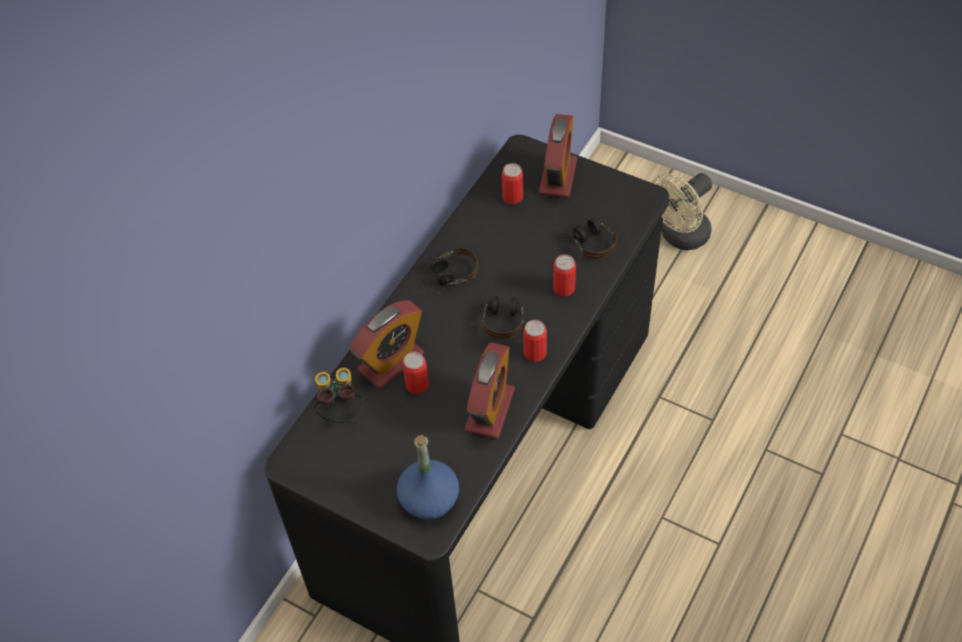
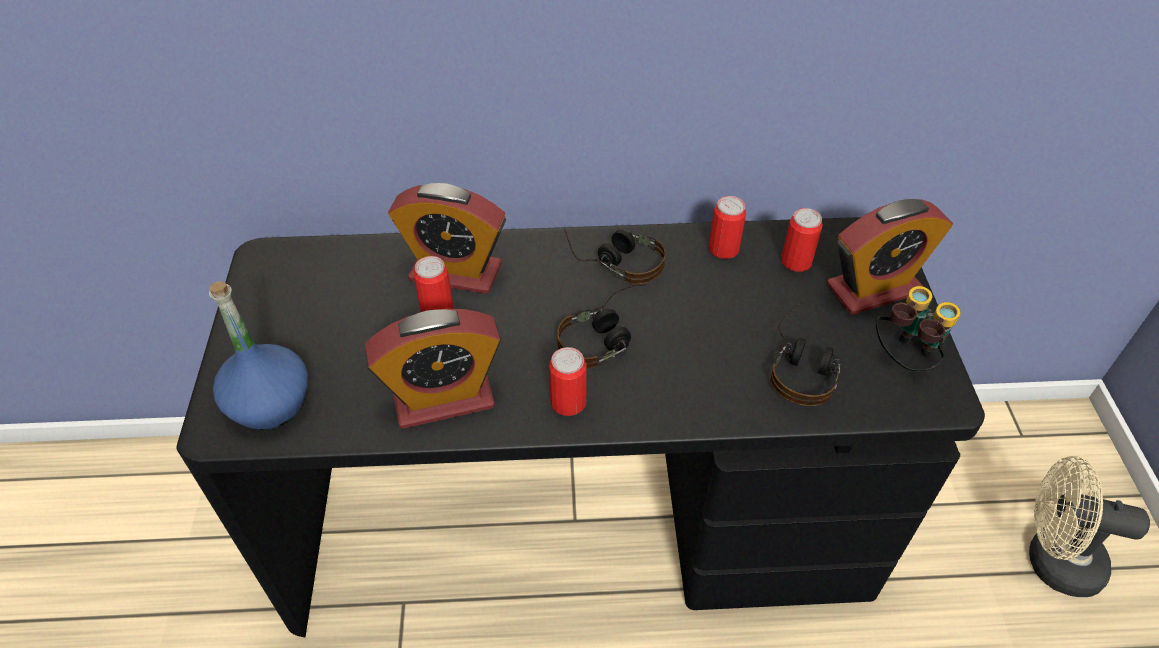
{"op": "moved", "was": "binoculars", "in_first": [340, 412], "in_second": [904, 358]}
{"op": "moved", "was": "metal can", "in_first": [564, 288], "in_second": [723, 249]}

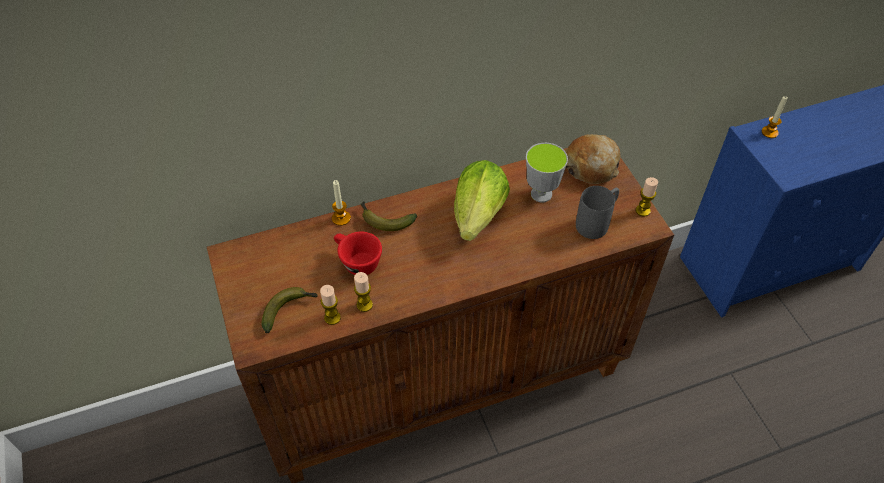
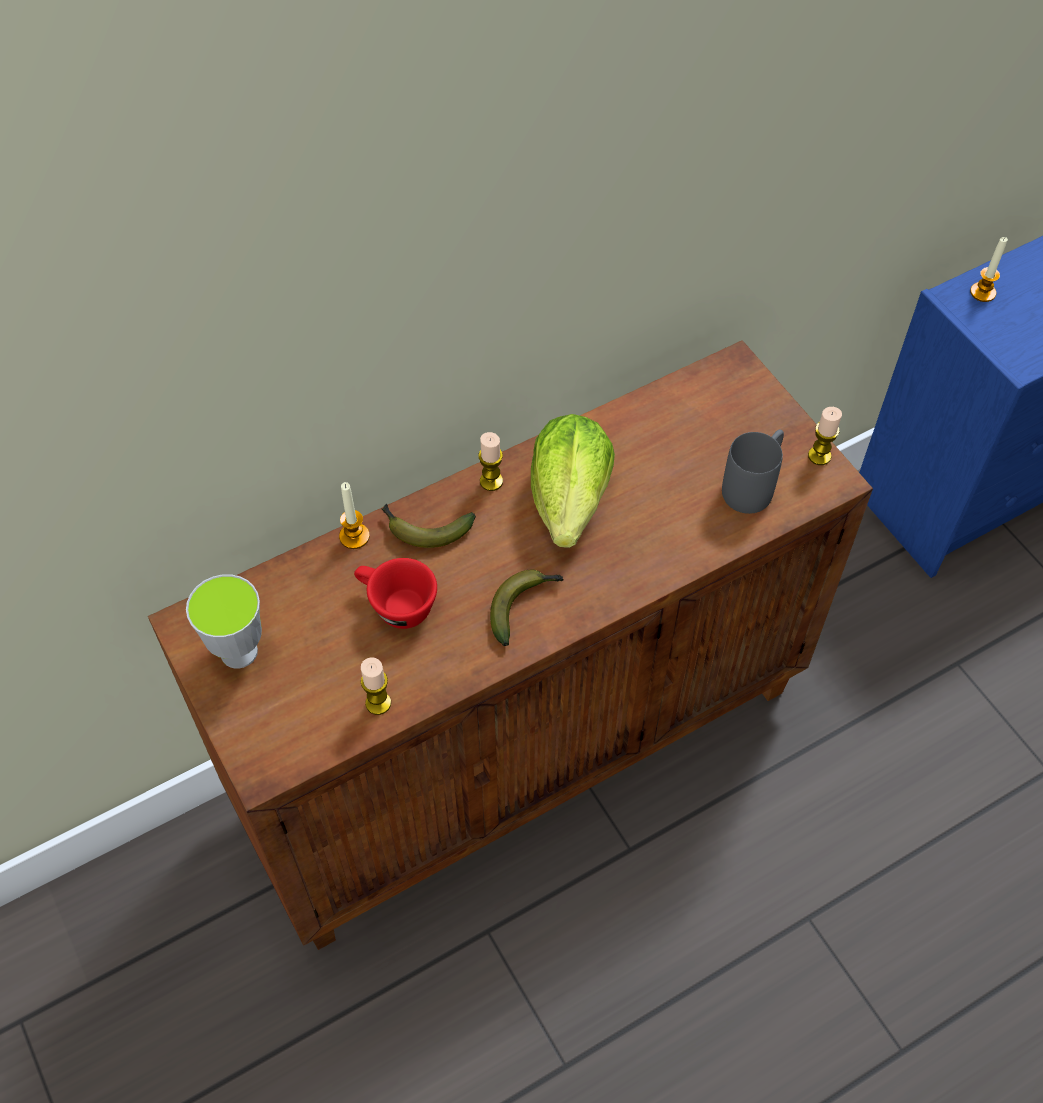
{"op": "removed", "was": "bread", "in_first": [591, 166]}
{"op": "moved", "was": "banana", "in_first": [289, 310], "in_second": [523, 606]}
{"op": "moved", "was": "candle", "in_first": [364, 305], "in_second": [491, 481]}
{"op": "moved", "was": "cup", "in_first": [541, 194], "in_second": [239, 652]}

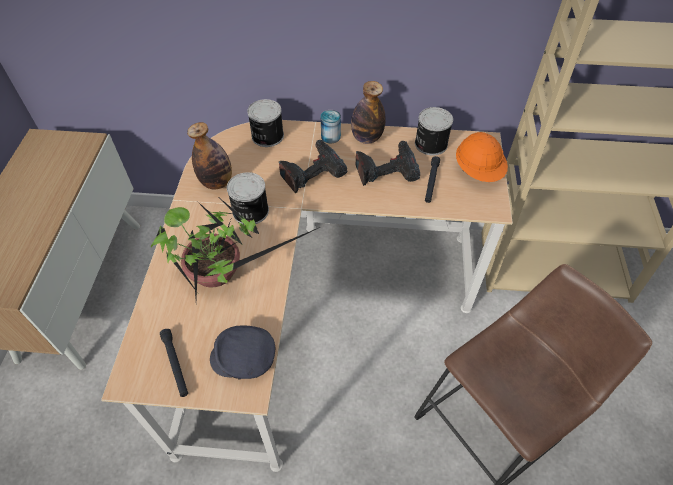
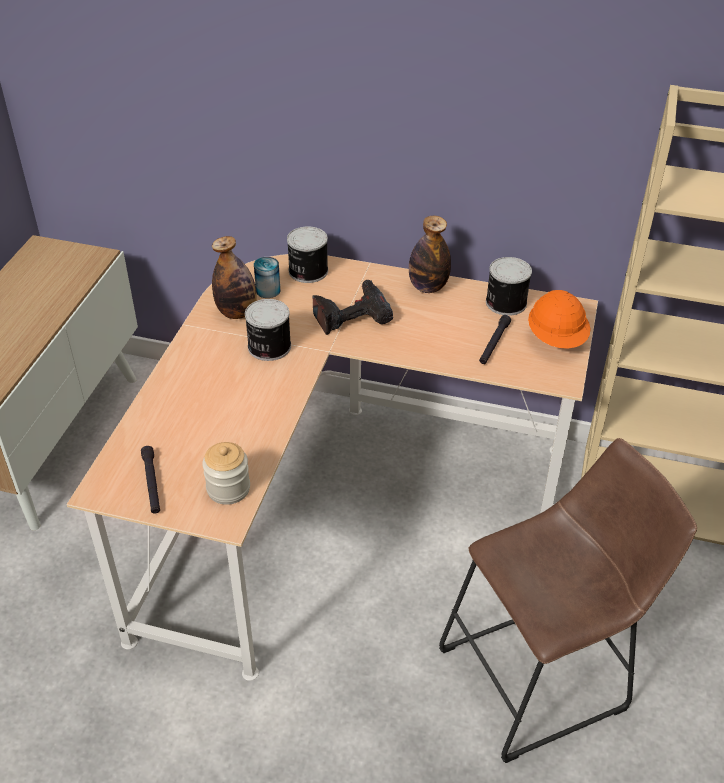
{"op": "removed", "was": "houseplant", "in_first": [220, 274]}
{"op": "removed", "was": "electric drill", "in_first": [386, 169]}
{"op": "moved", "was": "metal can", "in_first": [330, 136], "in_second": [268, 290]}
{"op": "replaced", "was": "peaked cap (greyish)", "now": "jar", "in_first": [244, 358], "in_second": [228, 489]}

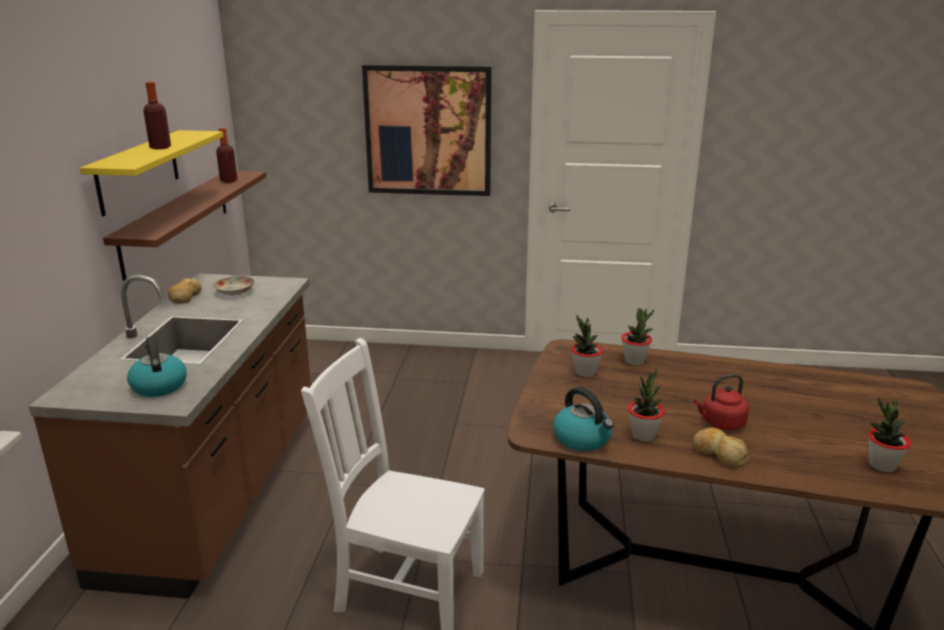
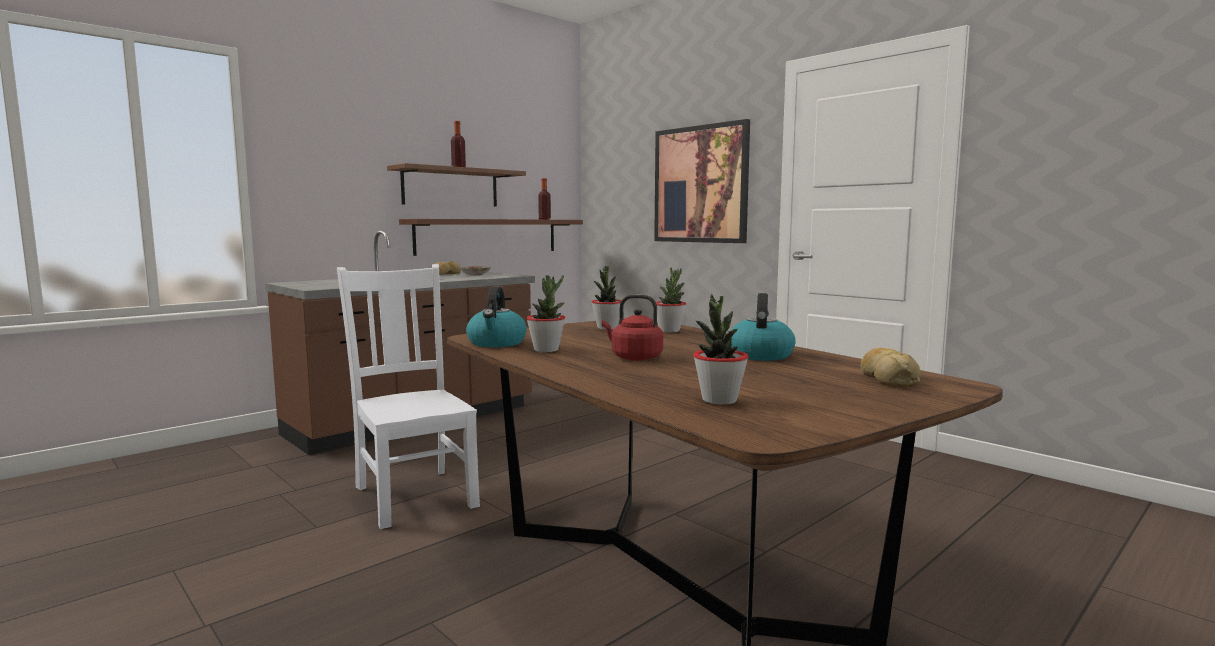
{"op": "moved", "was": "water kettle", "in_first": [158, 386], "in_second": [760, 355]}
{"op": "moved", "was": "bread", "in_first": [719, 454], "in_second": [888, 379]}
{"op": "recoloured", "was": "shelf (yellowish)", "now": "shelf (brownish)", "in_first": [138, 171], "in_second": [450, 187]}

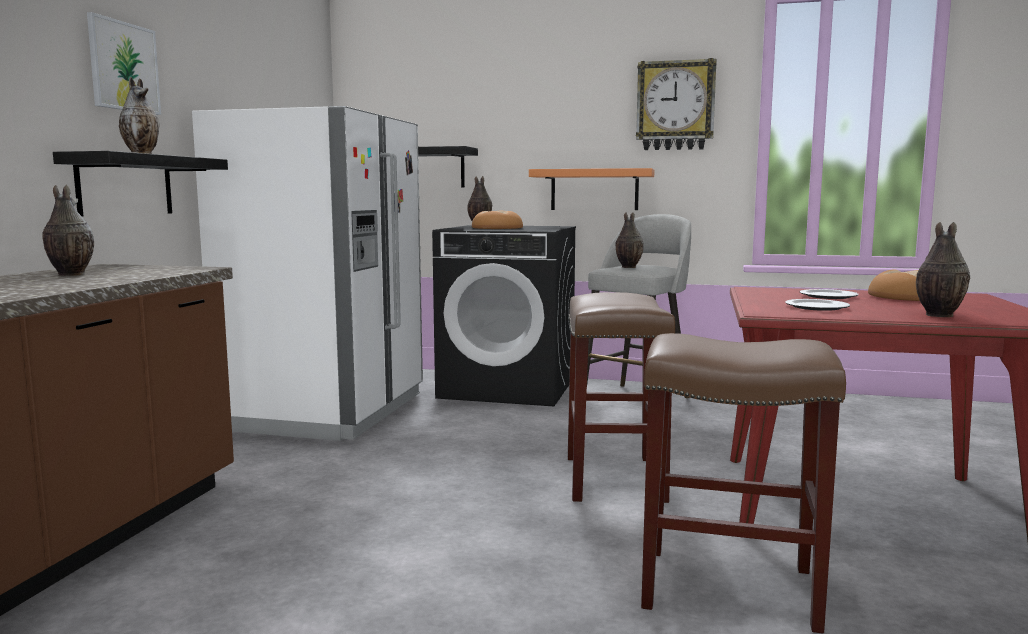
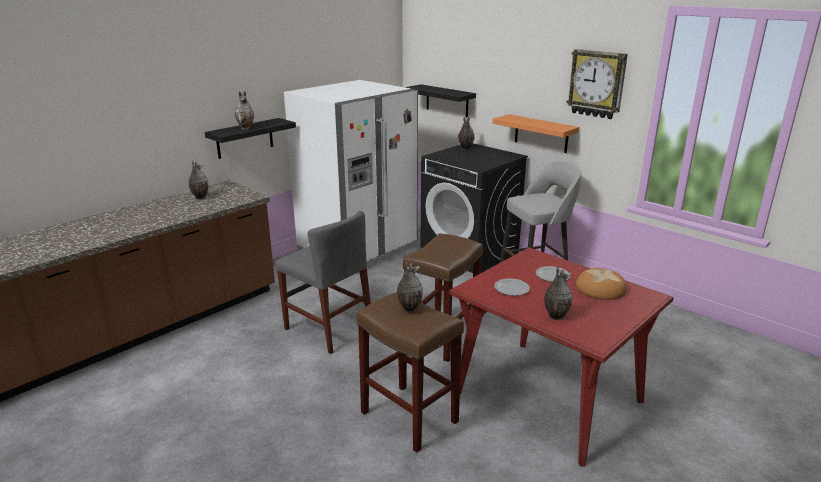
{"op": "removed", "was": "wall picture", "in_first": [123, 66]}
{"op": "removed", "was": "bread", "in_first": [497, 228]}
{"op": "added", "now": "chair (greyish)", "in_second": [328, 328]}
{"op": "moved", "was": "vase", "in_first": [627, 267], "in_second": [409, 309]}

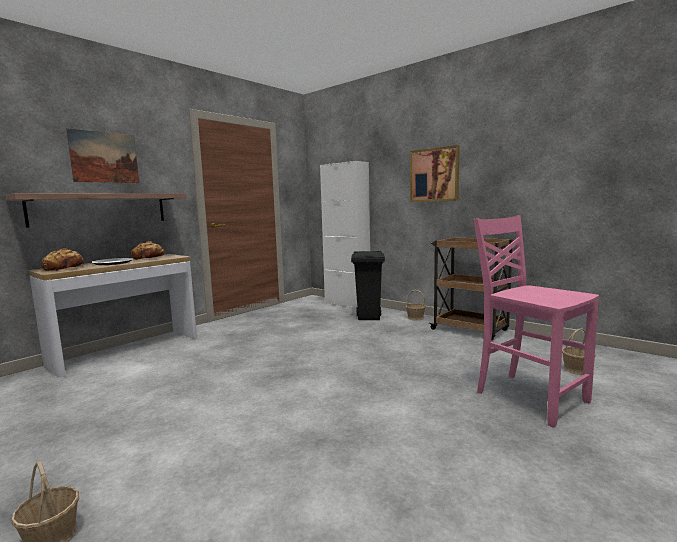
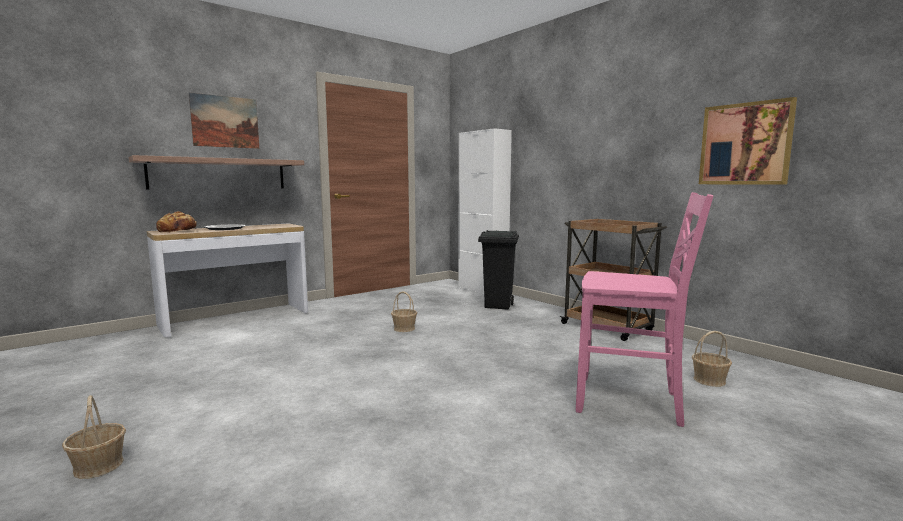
{"op": "removed", "was": "bread", "in_first": [149, 258]}
{"op": "moved", "was": "storage basket", "in_first": [415, 318], "in_second": [404, 328]}
{"op": "moved", "was": "wall picture", "in_first": [434, 175], "in_second": [745, 144]}
{"op": "turned", "was": "chair (pinkish)", "in_first": [529, 397], "in_second": [630, 402], "clockwise": 135}

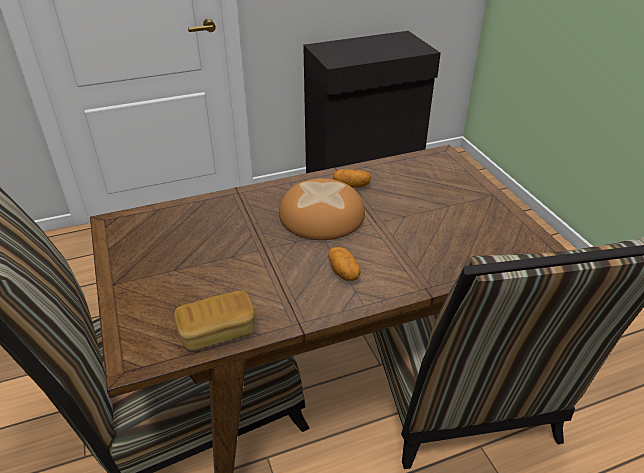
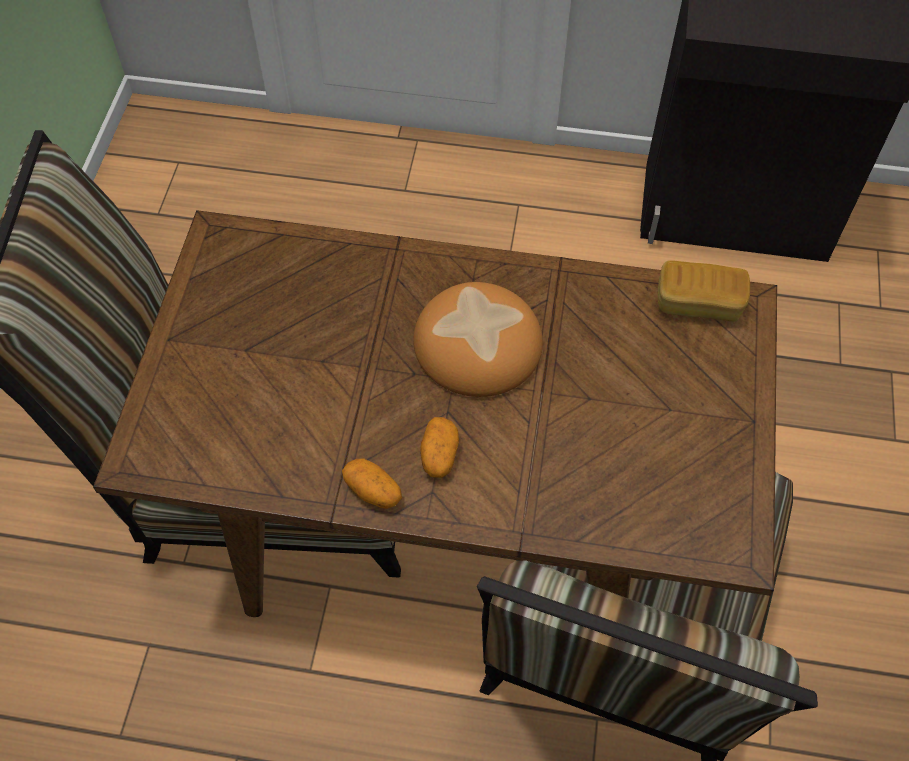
{"op": "moved", "was": "bread", "in_first": [218, 332], "in_second": [698, 303]}
{"op": "moved", "was": "potato", "in_first": [351, 185], "in_second": [373, 491]}

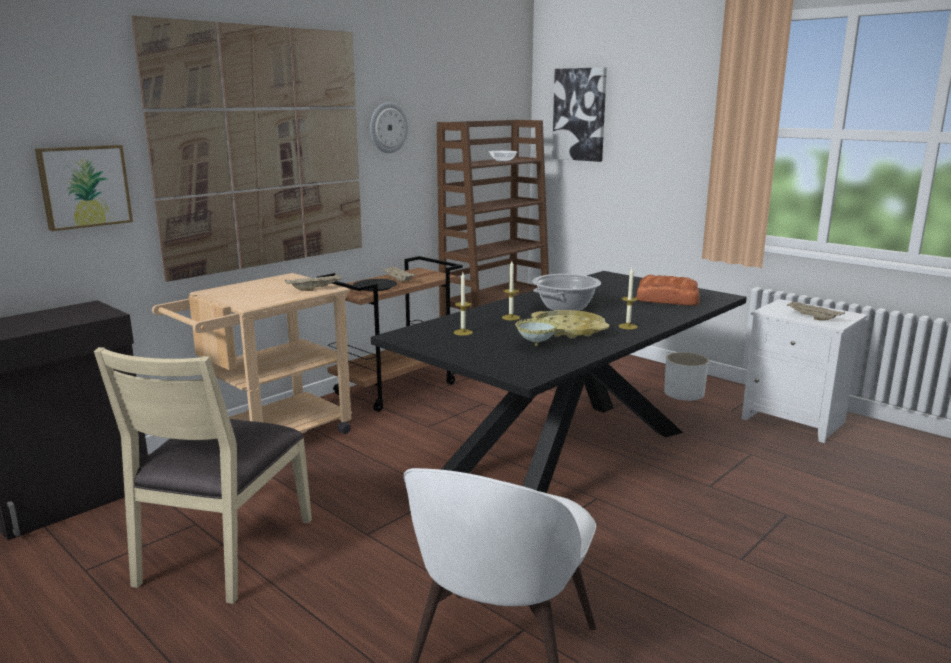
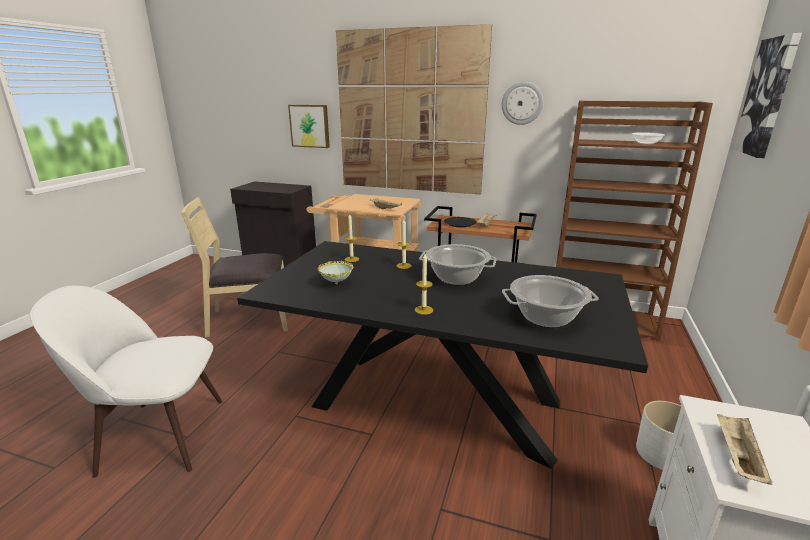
{"op": "removed", "was": "carrying tray (yellowish)", "in_first": [569, 330]}
{"op": "replaced", "was": "bread", "now": "saucepot", "in_first": [668, 300], "in_second": [546, 318]}

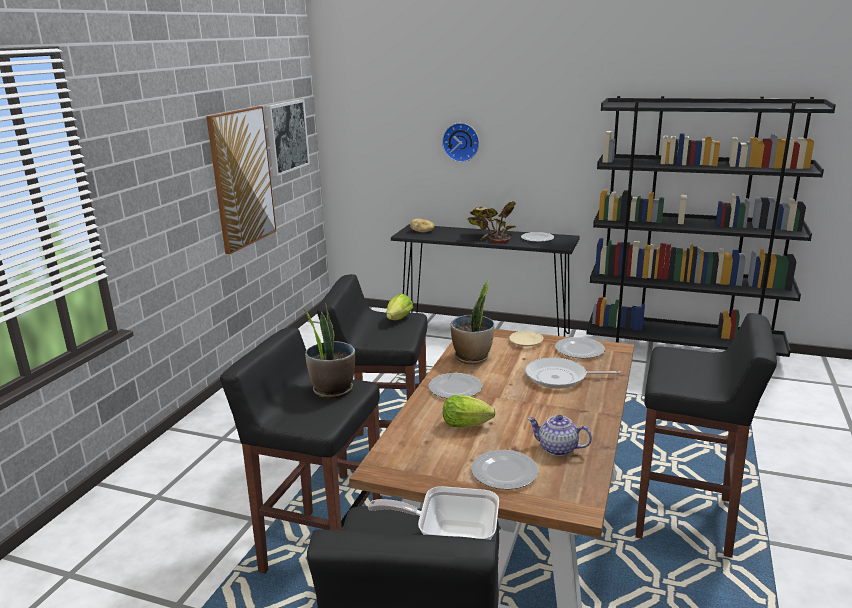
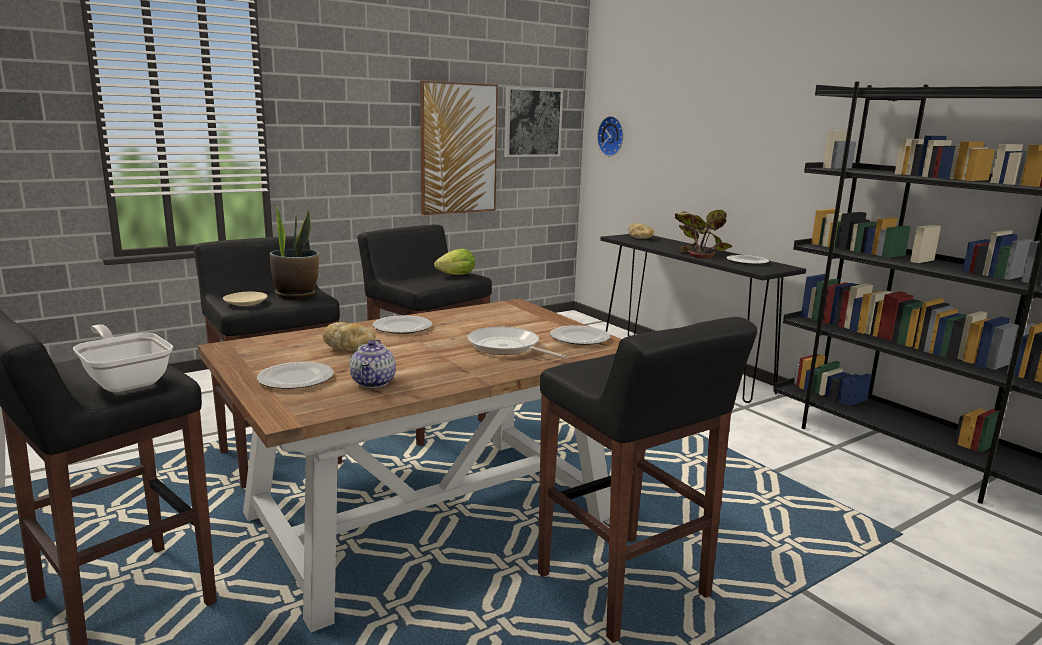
{"op": "removed", "was": "houseplant", "in_first": [472, 357]}
{"op": "moved", "was": "hanging clock", "in_first": [461, 142], "in_second": [612, 136]}
{"op": "moved", "was": "flat dish (beige-coloured)", "in_first": [526, 342], "in_second": [246, 303]}
{"op": "replaced", "was": "head of lettuce", "now": "bread", "in_first": [469, 425], "in_second": [350, 348]}
{"op": "turned", "was": "pot for tea", "in_first": [557, 449], "in_second": [374, 382], "clockwise": -150}

